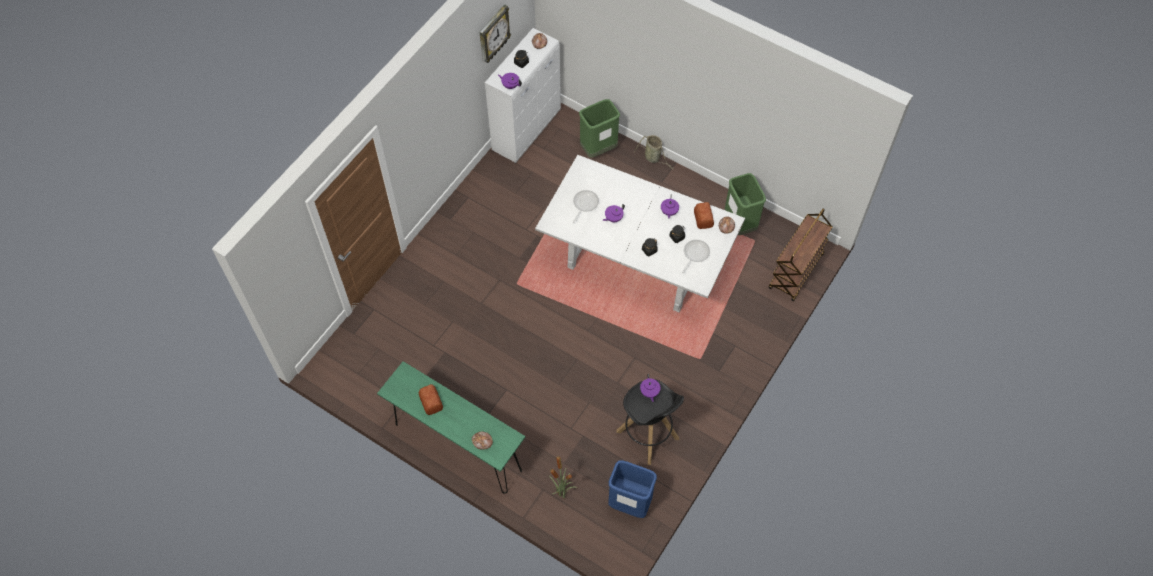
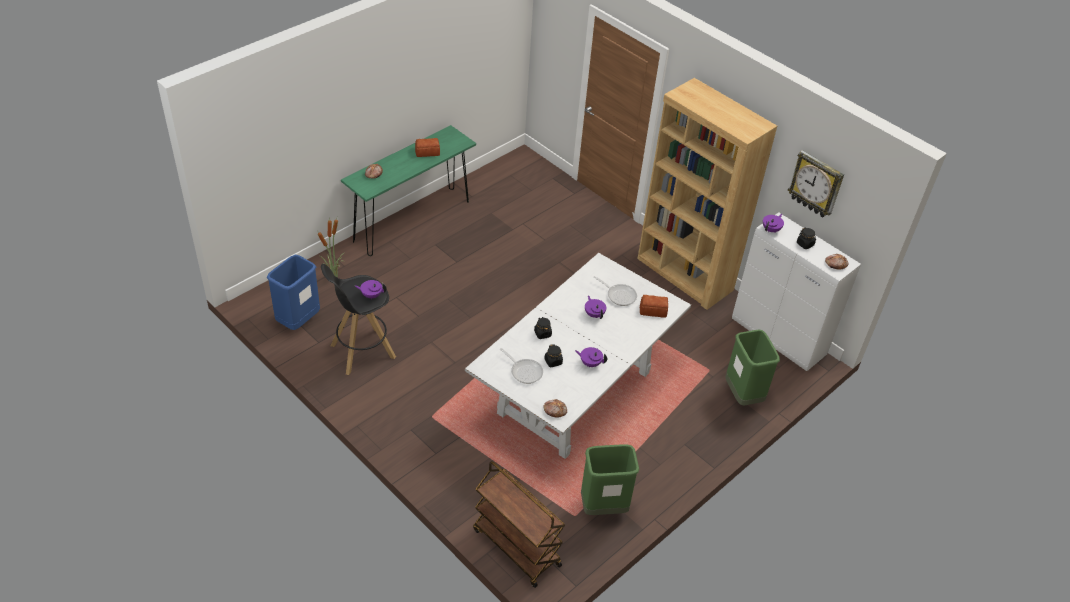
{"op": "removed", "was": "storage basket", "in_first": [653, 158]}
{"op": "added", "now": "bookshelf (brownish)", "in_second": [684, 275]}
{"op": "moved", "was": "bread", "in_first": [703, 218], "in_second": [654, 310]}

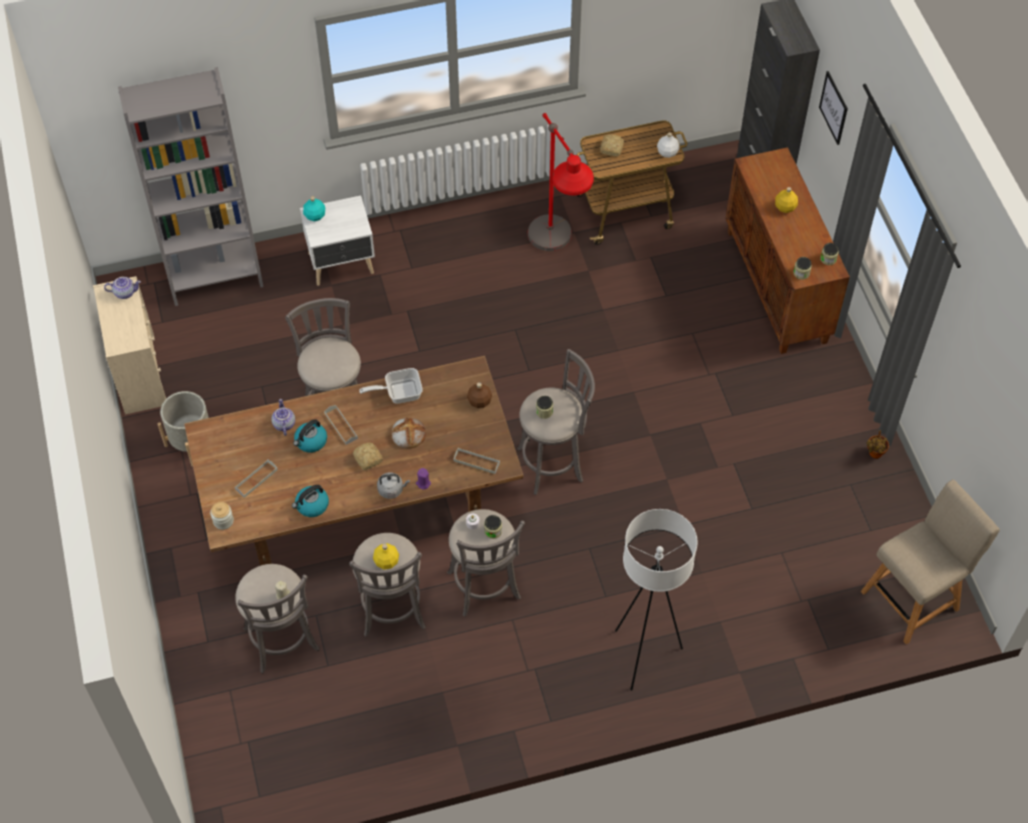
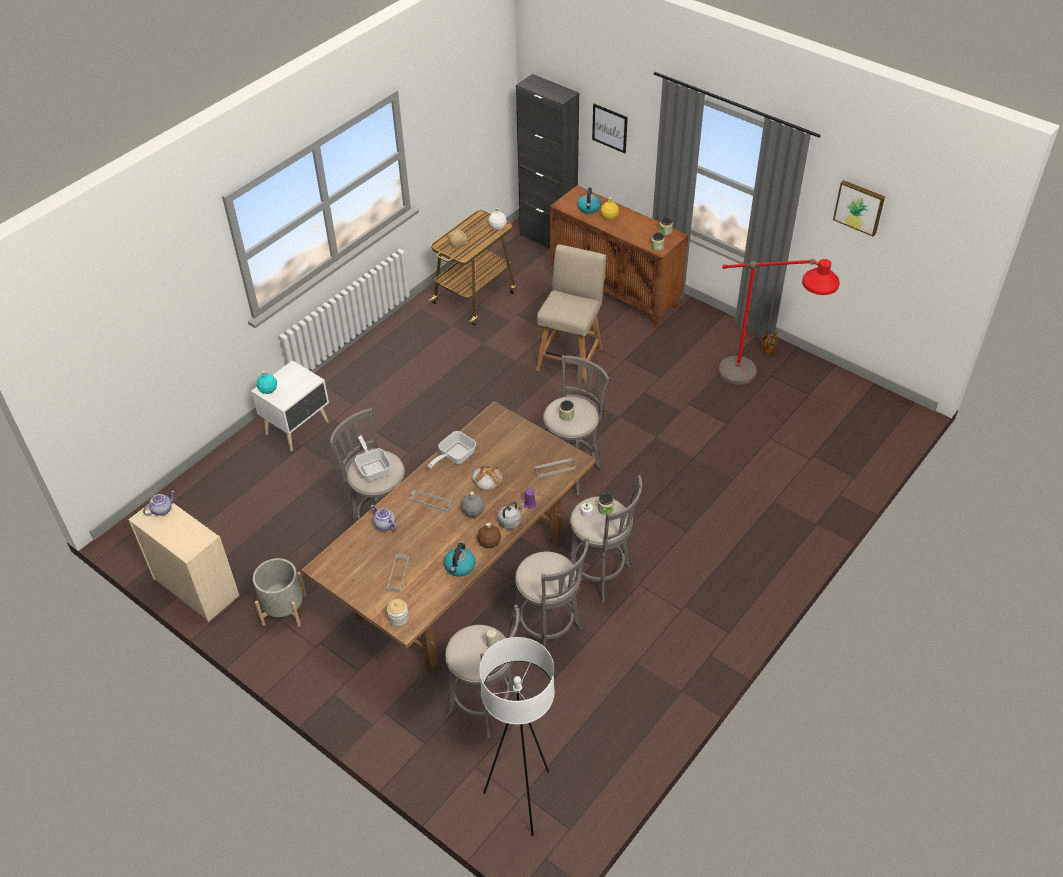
{"op": "removed", "was": "bookshelf (greyish)", "in_first": [214, 276]}
{"op": "removed", "was": "drink bottle (yellowish)", "in_first": [387, 561]}
{"op": "added", "now": "frying pan", "in_second": [373, 467]}
{"op": "added", "now": "wall picture", "in_second": [859, 207]}
{"op": "moved", "was": "water kettle", "in_first": [311, 442], "in_second": [589, 208]}
{"op": "moved", "was": "drink bottle (brownish)", "in_first": [479, 401], "in_second": [489, 542]}
{"op": "moved", "was": "standard lamp (red)", "in_first": [556, 258], "in_second": [760, 383]}
{"op": "moved", "was": "standard lamp (white)", "in_first": [644, 656], "in_second": [522, 798]}
{"op": "moved", "was": "chair (beige-coloured)", "in_first": [913, 598], "in_second": [570, 357]}
{"op": "replaced", "was": "bread", "now": "drink bottle (greyish)", "in_first": [368, 459], "in_second": [473, 512]}

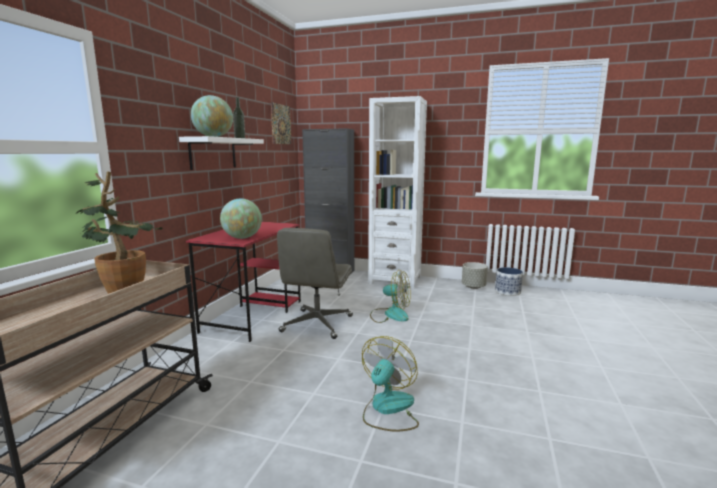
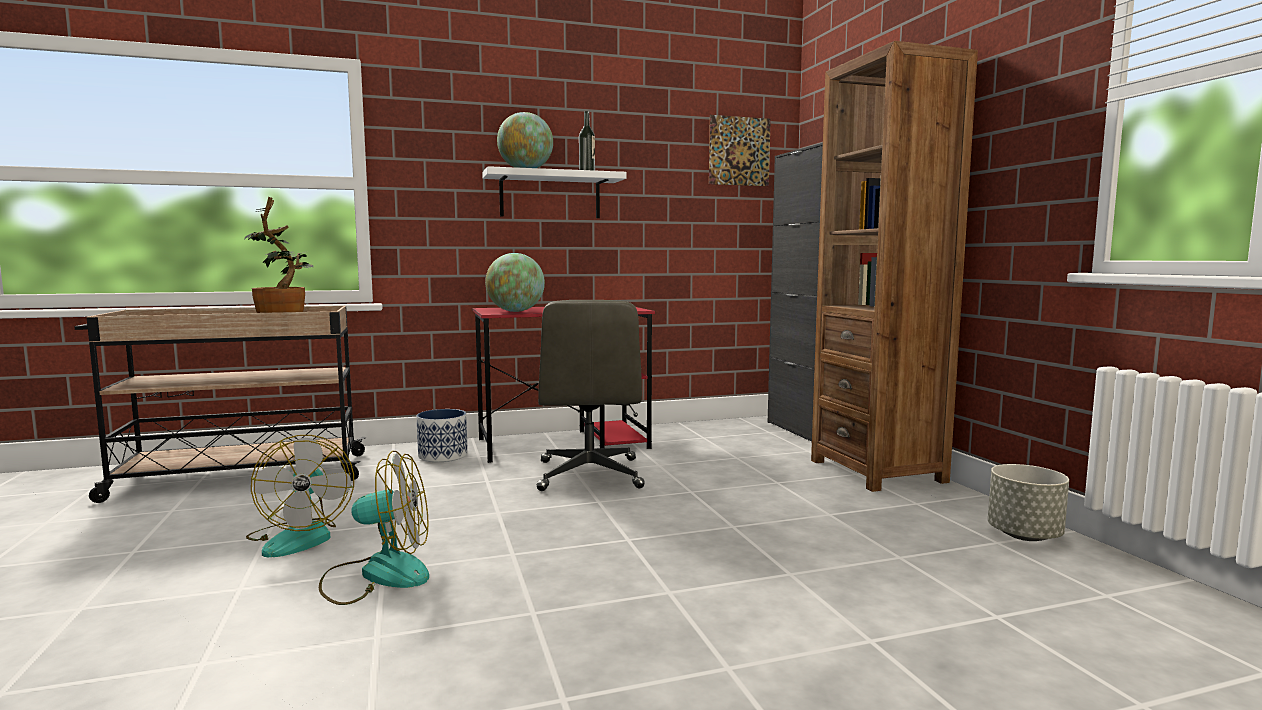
{"op": "moved", "was": "cooling fan", "in_first": [390, 314], "in_second": [300, 537]}
{"op": "moved", "was": "planter", "in_first": [507, 292], "in_second": [443, 456]}
{"op": "recoloured", "was": "bookshelf (white)", "now": "bookshelf (brownish)", "in_first": [395, 280], "in_second": [877, 471]}
{"op": "turned", "was": "computer chair (greyish)", "in_first": [317, 324], "in_second": [590, 475], "clockwise": -75}

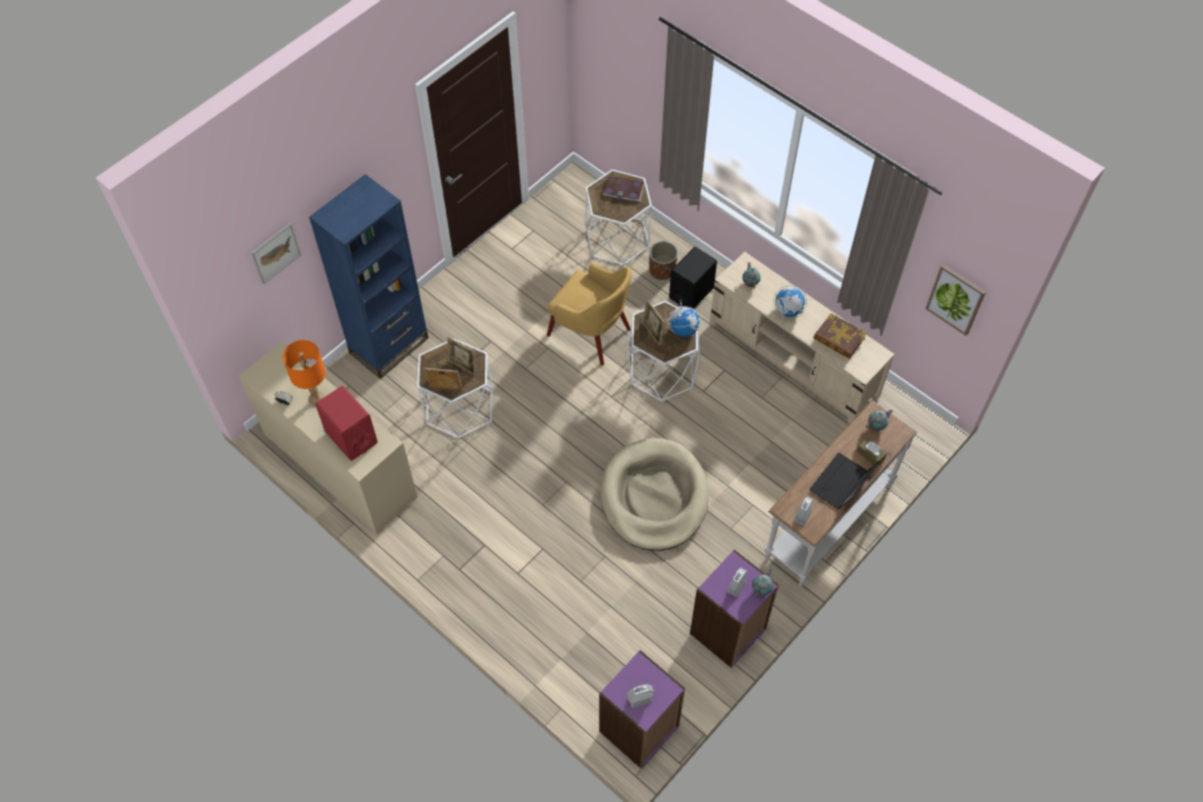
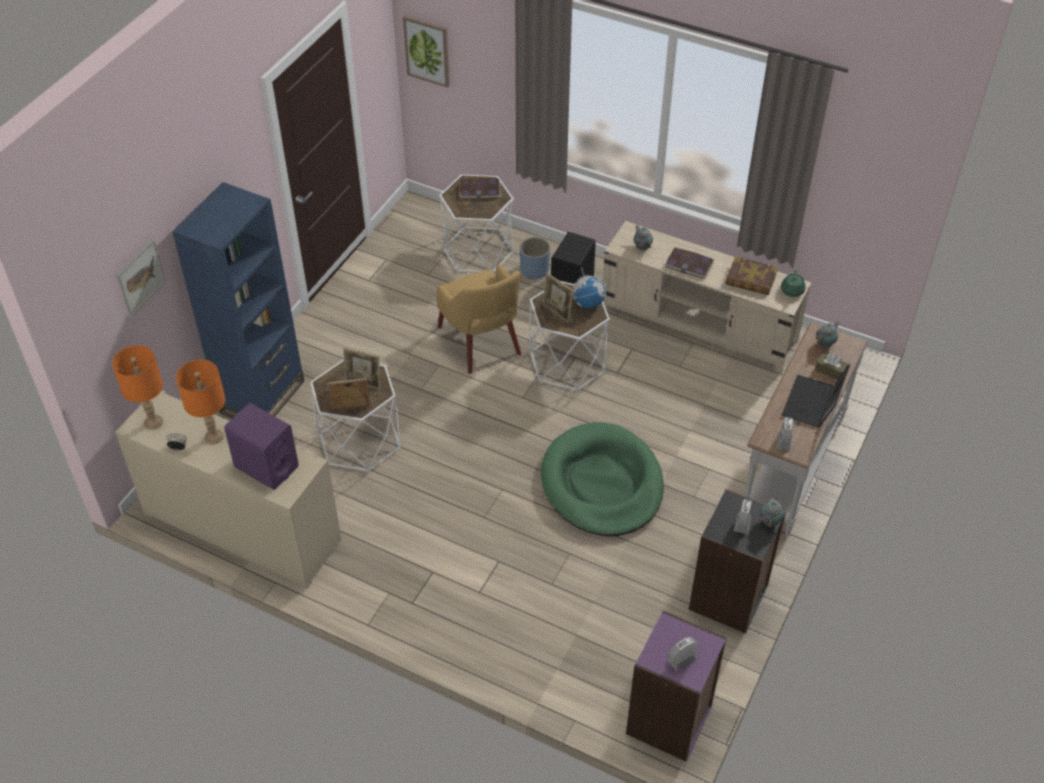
{"op": "added", "now": "lamp for a table (orange)", "in_second": [153, 422]}
{"op": "added", "now": "pot for tea (greenish)", "in_second": [792, 291]}
{"op": "moved", "was": "wall picture", "in_first": [956, 299], "in_second": [427, 50]}
{"op": "replaced", "was": "desk globe", "now": "book", "in_first": [787, 311], "in_second": [689, 265]}
{"op": "recoloured", "was": "speaker (red)", "now": "speaker (purple)", "in_first": [351, 437], "in_second": [266, 466]}
{"op": "recoloured", "was": "dog cushion (beige-coloured)", "now": "dog cushion (greenish)", "in_first": [654, 497], "in_second": [602, 484]}
{"op": "recoloured", "was": "planter (brownish)", "now": "planter (blue)", "in_first": [662, 270], "in_second": [534, 270]}
{"op": "recoloured", "was": "bookshelf (purple)", "now": "bookshelf (blackish)", "in_first": [728, 632], "in_second": [729, 598]}
{"op": "turned", "was": "lounge chair (yellowish)", "in_first": [591, 333], "in_second": [480, 342], "clockwise": 45}

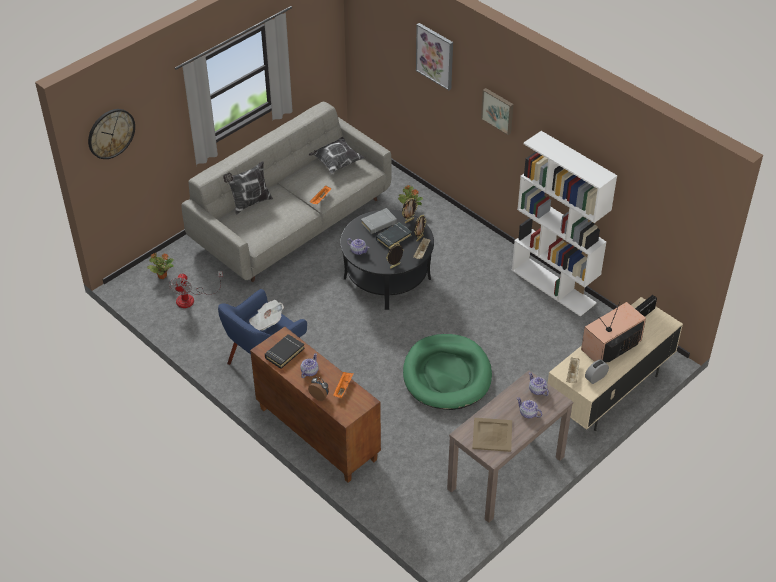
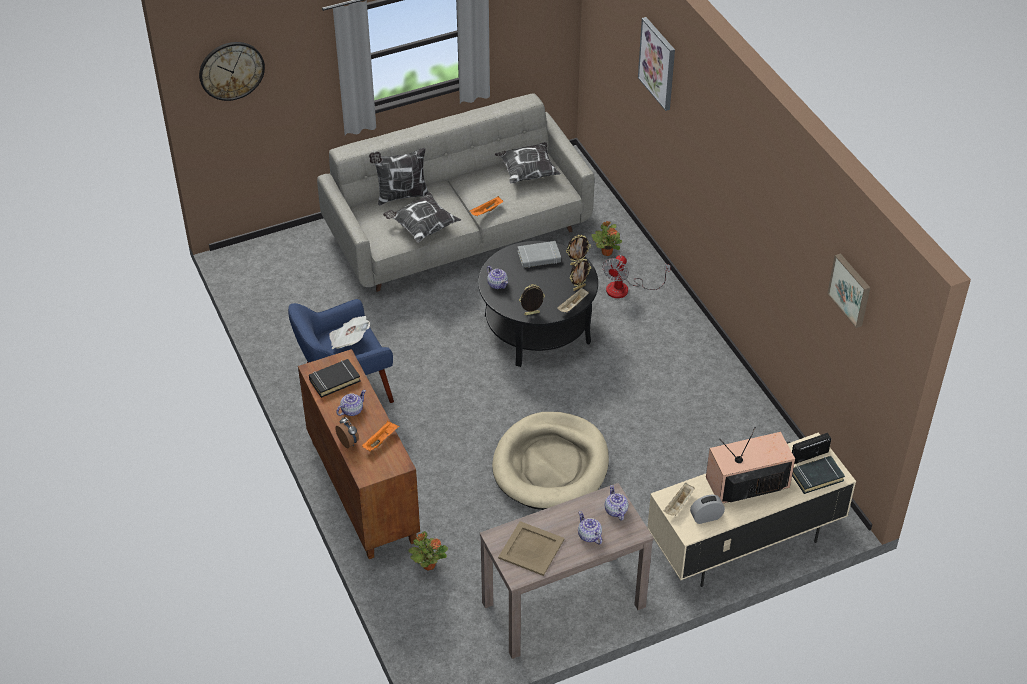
{"op": "removed", "was": "bookshelf (white)", "in_first": [554, 286]}
{"op": "added", "now": "throw pillow", "in_second": [422, 227]}
{"op": "moved", "was": "houseplant", "in_first": [162, 276], "in_second": [428, 565]}
{"op": "moved", "was": "cooling fan", "in_first": [191, 298], "in_second": [625, 289]}
{"op": "moved", "was": "book (blackish)", "in_first": [393, 238], "in_second": [816, 477]}
{"op": "moved", "was": "wall picture", "in_first": [498, 110], "in_second": [851, 289]}
{"op": "recoloured", "was": "dog cushion (greenish)", "now": "dog cushion (beige-coloured)", "in_first": [447, 375], "in_second": [551, 465]}

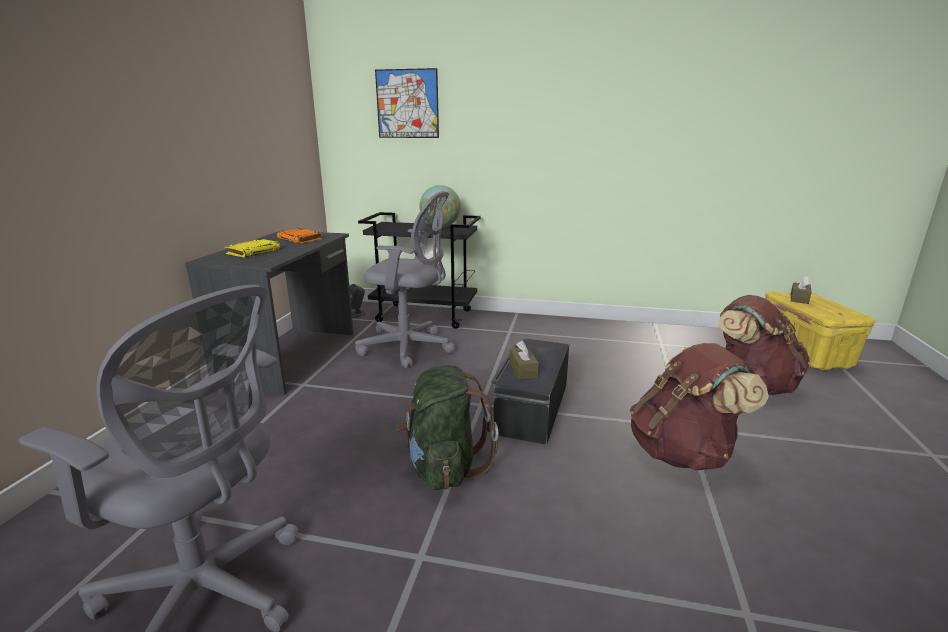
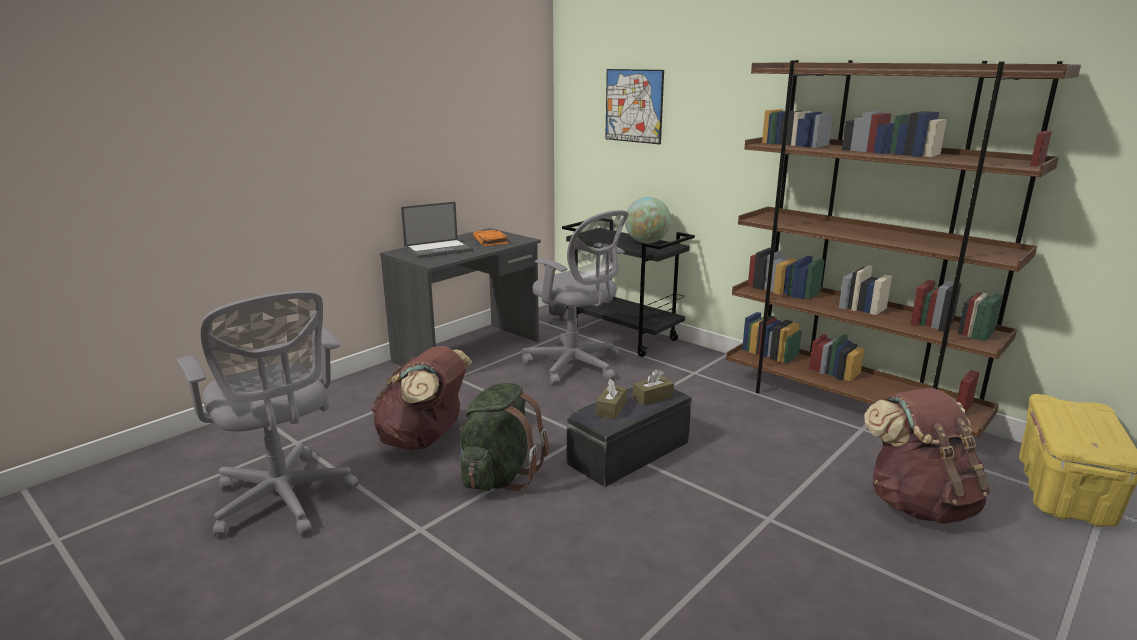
{"op": "added", "now": "bookshelf (brownish)", "in_second": [848, 406]}
{"op": "moved", "was": "backpack (brownish)", "in_first": [683, 453], "in_second": [424, 440]}
{"op": "moved", "was": "tissue holder (brownish)", "in_first": [799, 298], "in_second": [653, 397]}
{"op": "replaced", "was": "book (yellowish)", "now": "portable computer", "in_first": [254, 251], "in_second": [439, 249]}

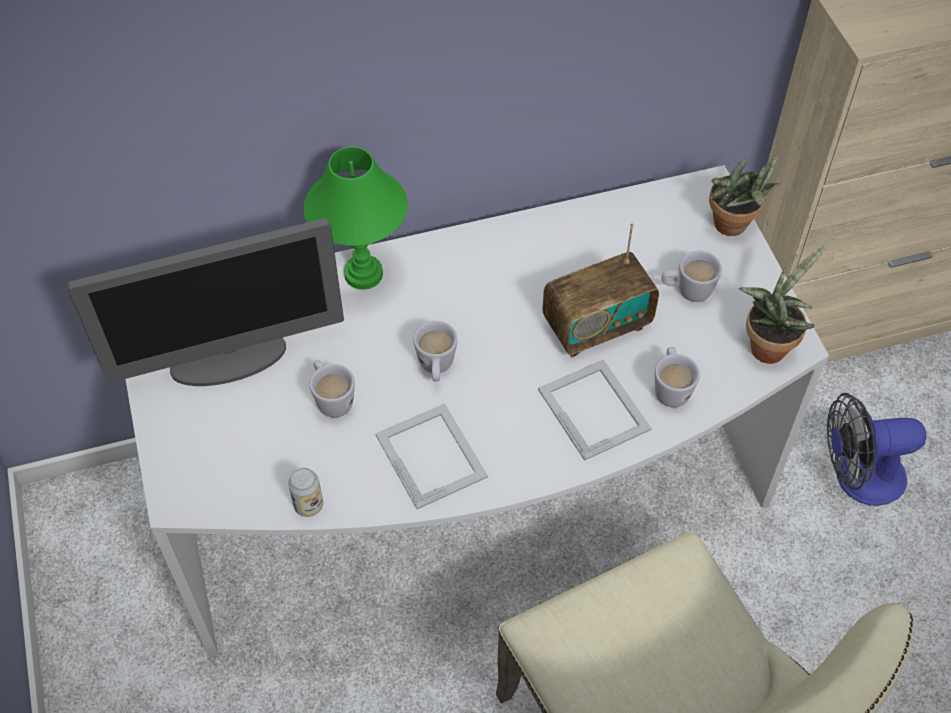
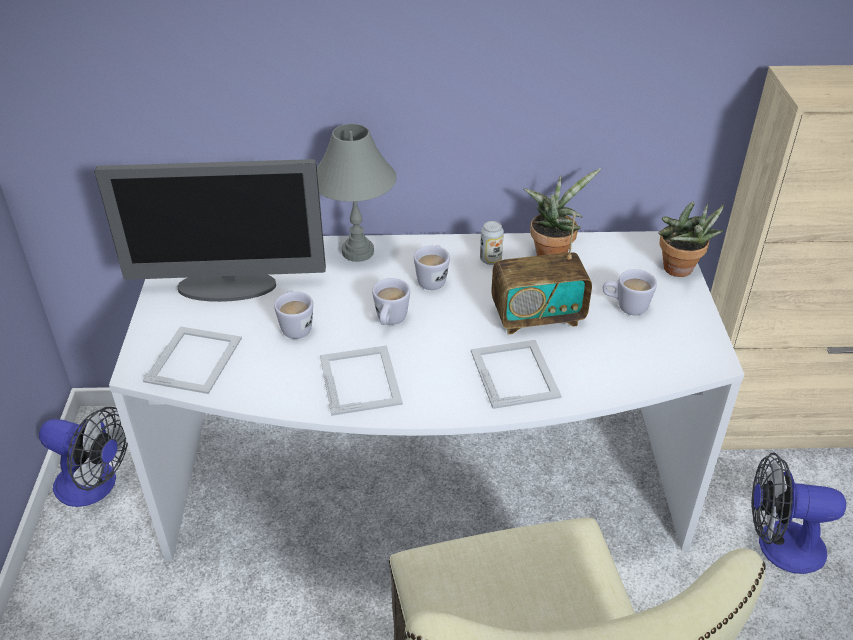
{"op": "added", "now": "cooling fan", "in_second": [95, 486]}
{"op": "added", "now": "standing frame", "in_second": [195, 359]}
{"op": "moved", "was": "metal can", "in_first": [308, 505], "in_second": [490, 259]}
{"op": "moved", "was": "mug (white)", "in_first": [671, 388], "in_second": [433, 279]}
{"op": "moved", "was": "houseplant", "in_first": [768, 344], "in_second": [552, 254]}
{"op": "recoloured", "was": "lamp for a table (greenish)", "now": "lamp for a table (greyish)", "in_first": [364, 275], "in_second": [358, 252]}

